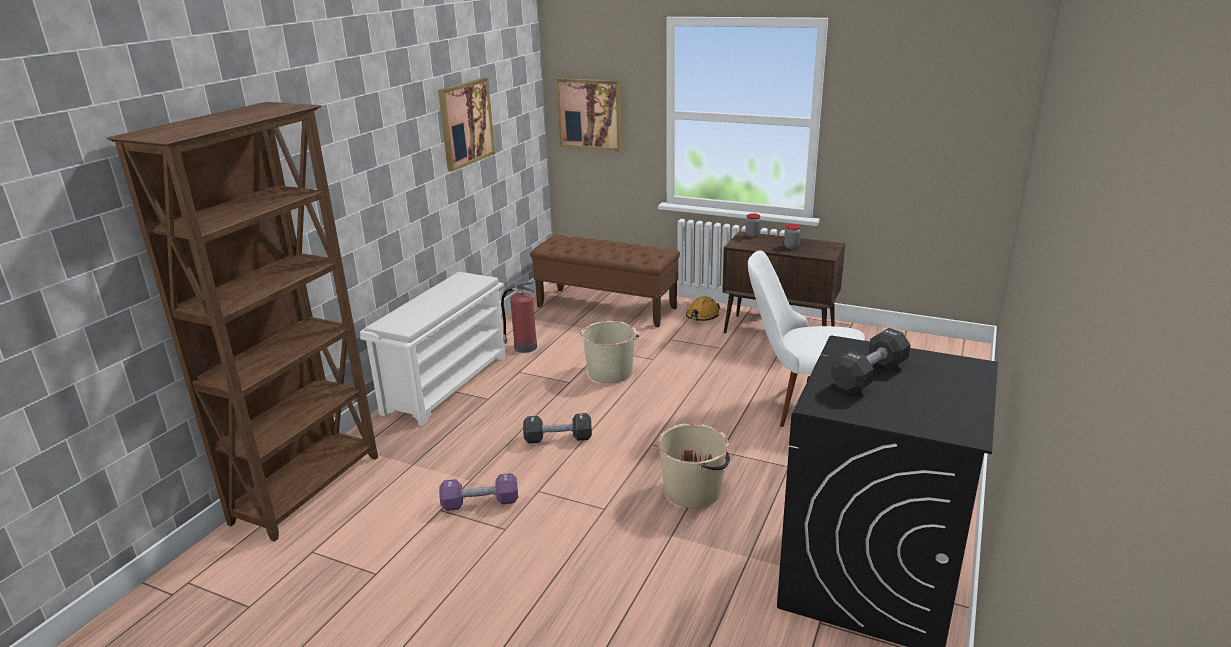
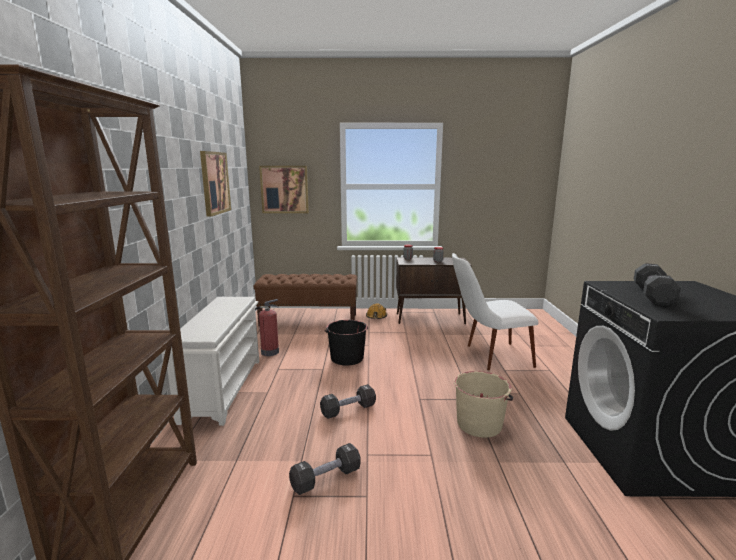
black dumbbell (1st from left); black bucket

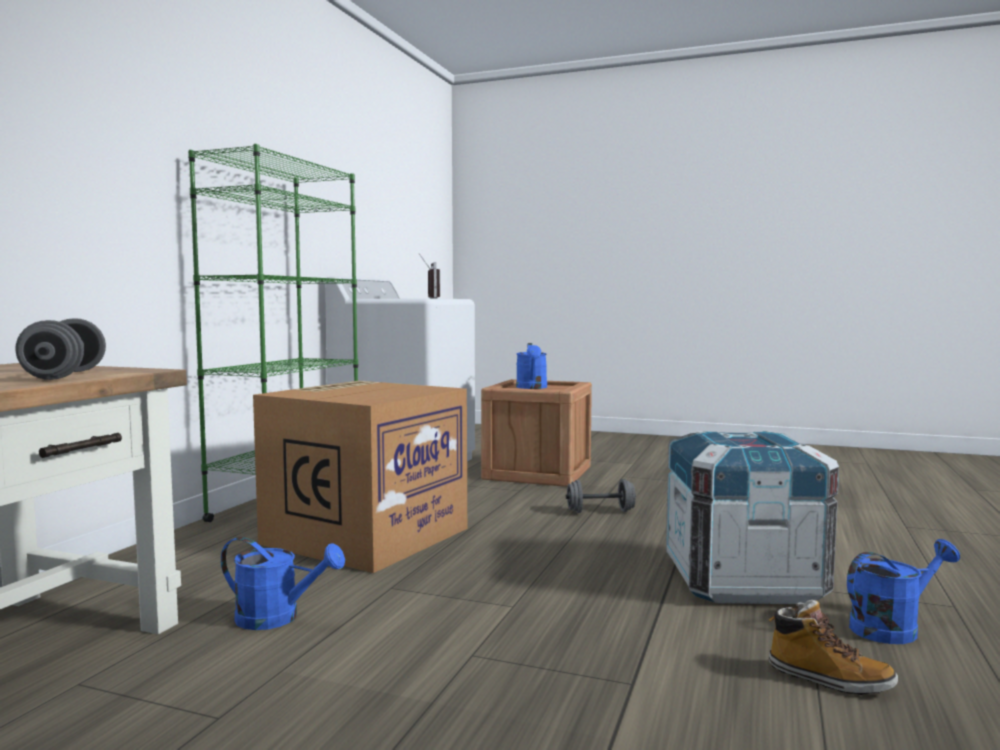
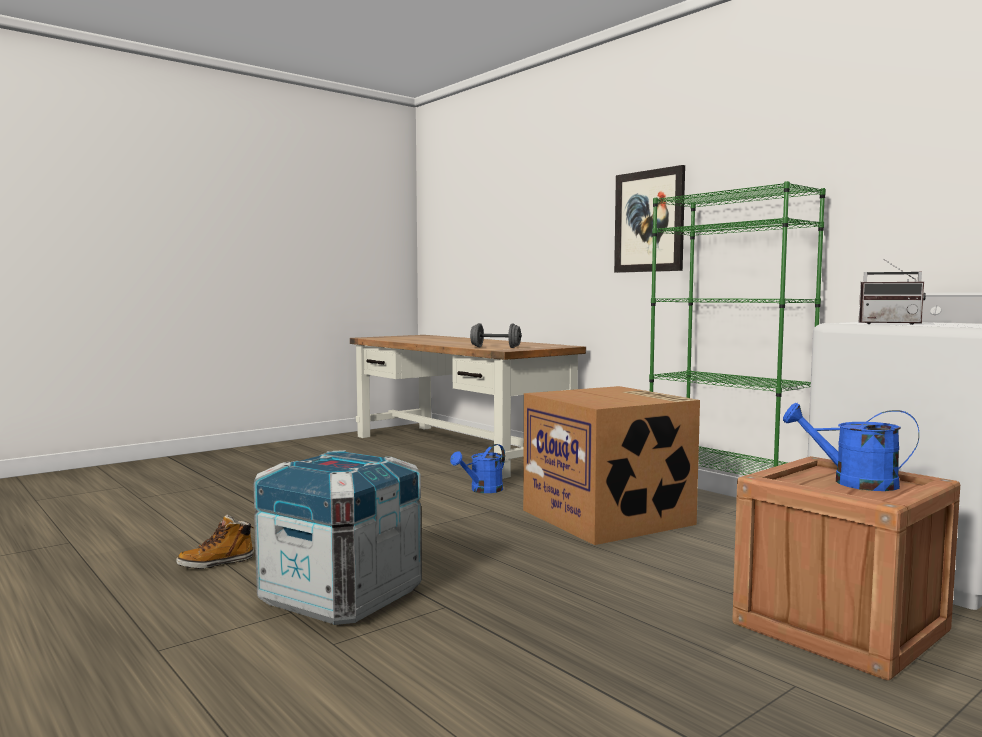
grey dumbbell (2nd from left in the first image); blue watering can (3rd from left in the first image); picture

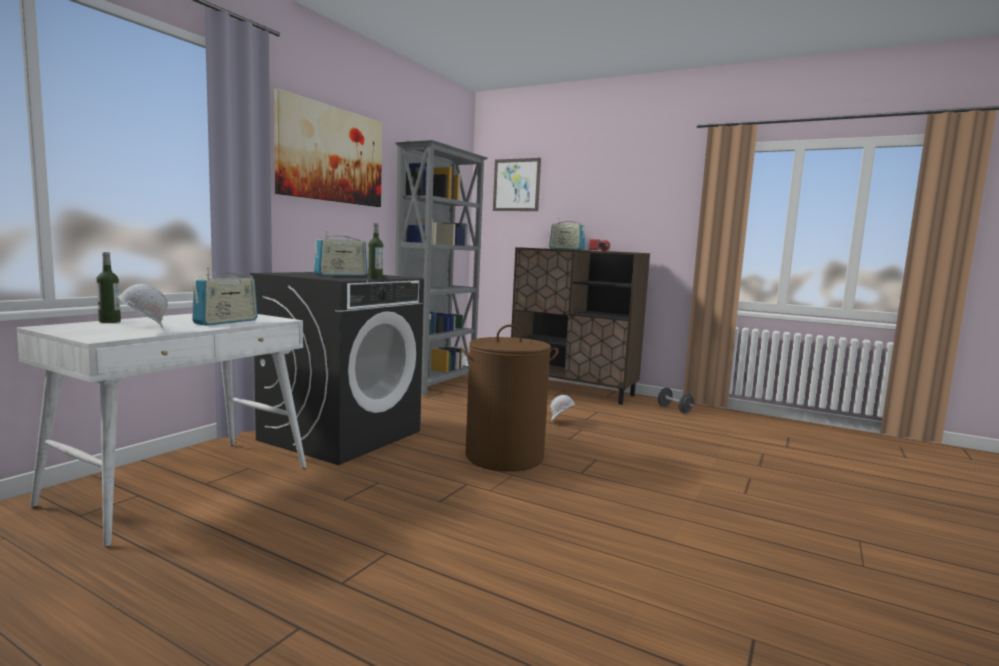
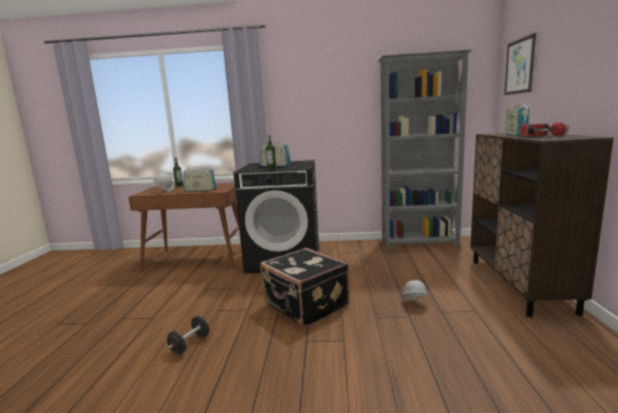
brown desk; picture (1st from left in the first image); black suitcase; black dumbbell

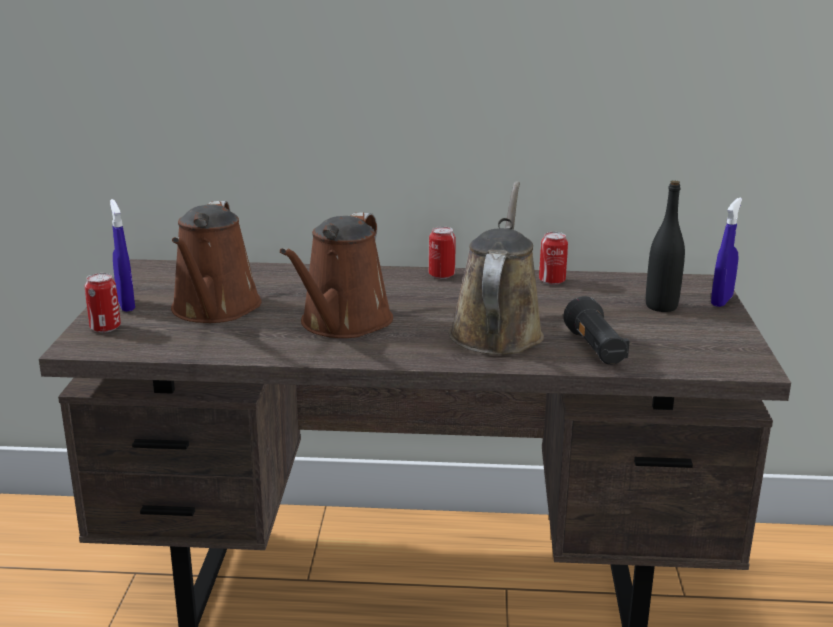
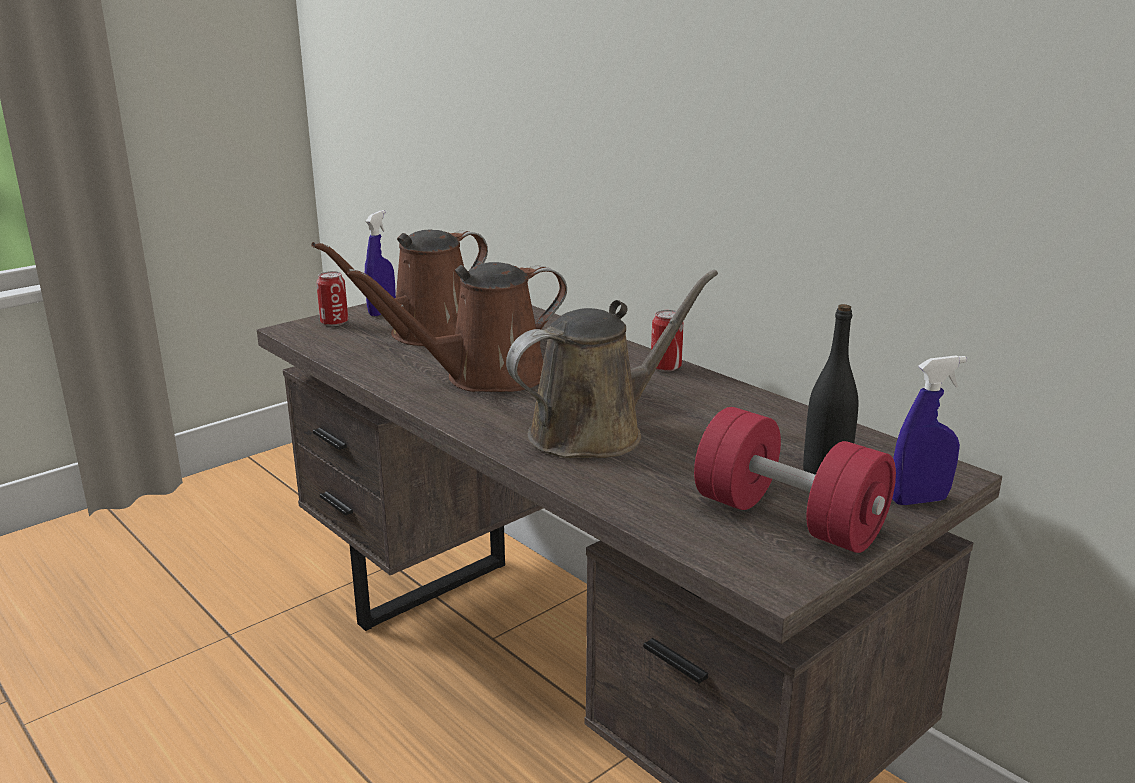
can (3rd from left in the first image); black flashlight; red dumbbell

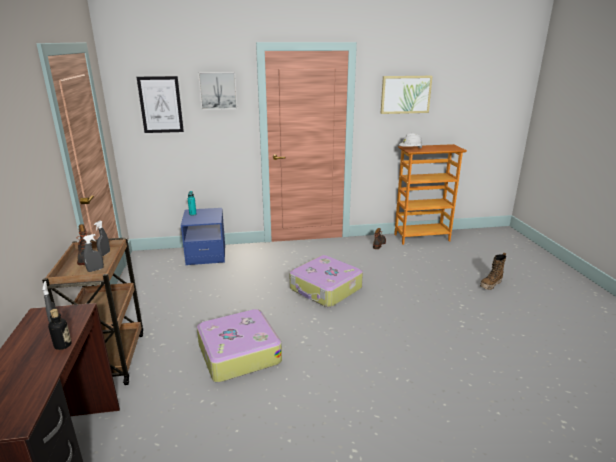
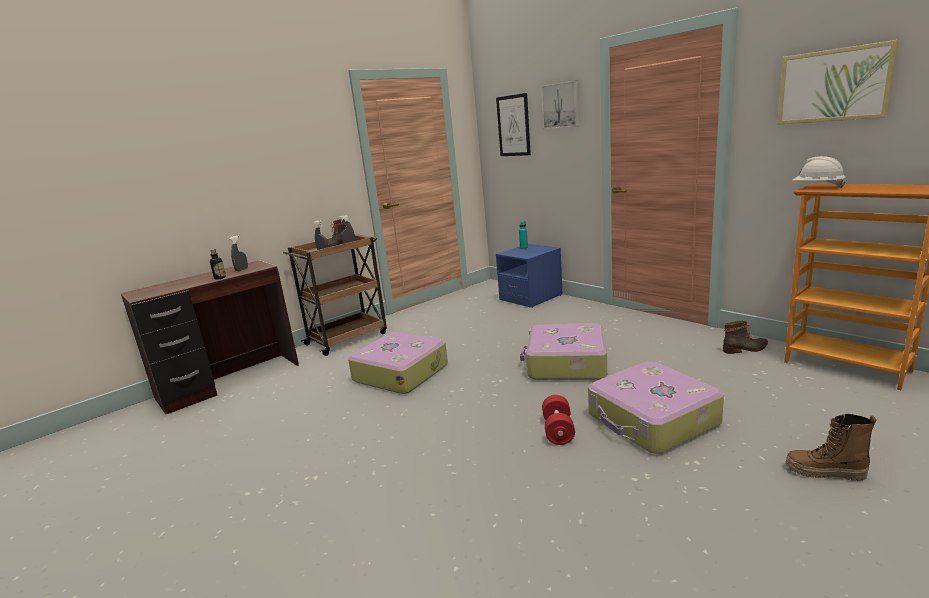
red dumbbell; suitcase (3rd from left)

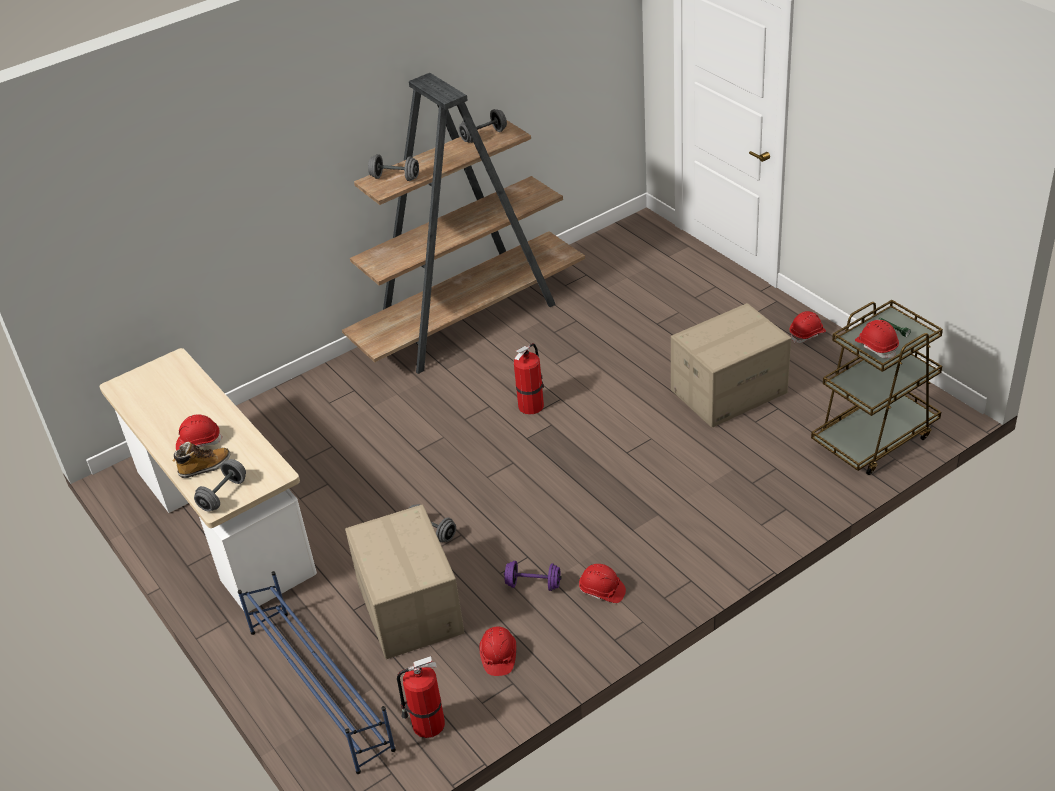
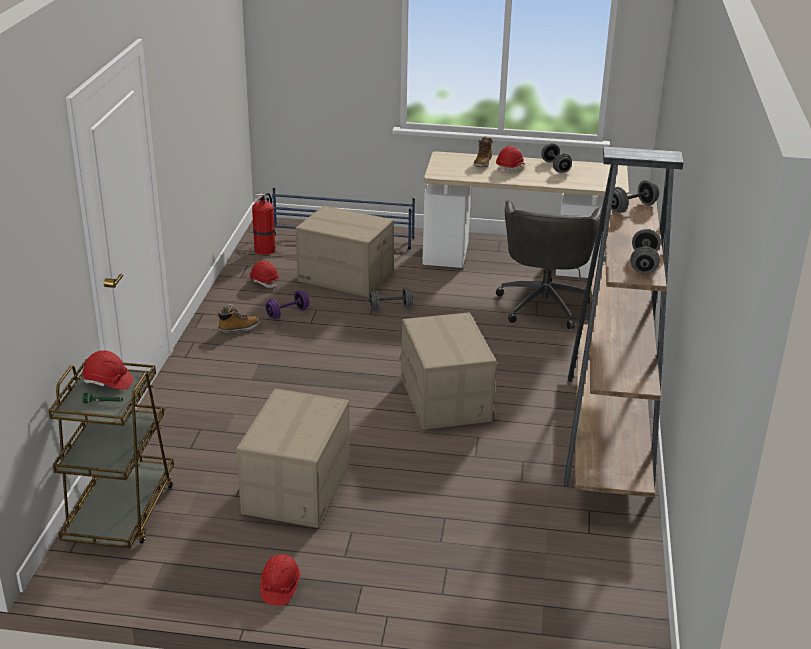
grey dumbbell (2nd from left); cardboard box (3rd from left); boot (1st from left); grey office chair

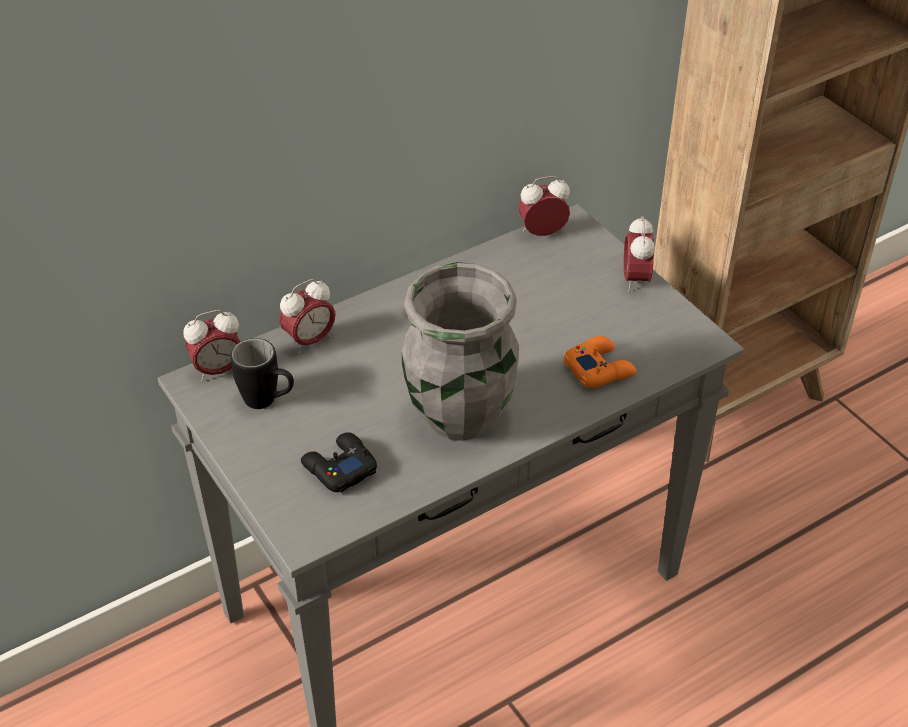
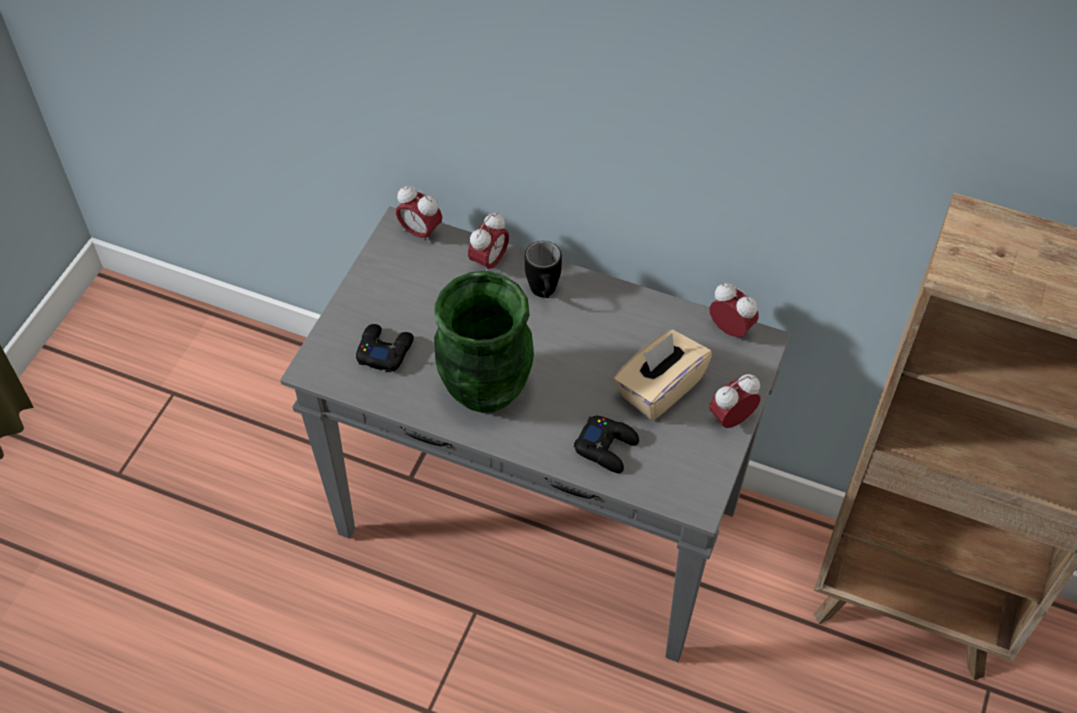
black mug; alarm clock (2nd from left); green vase; black game controller (2nd from left); beige tissue box

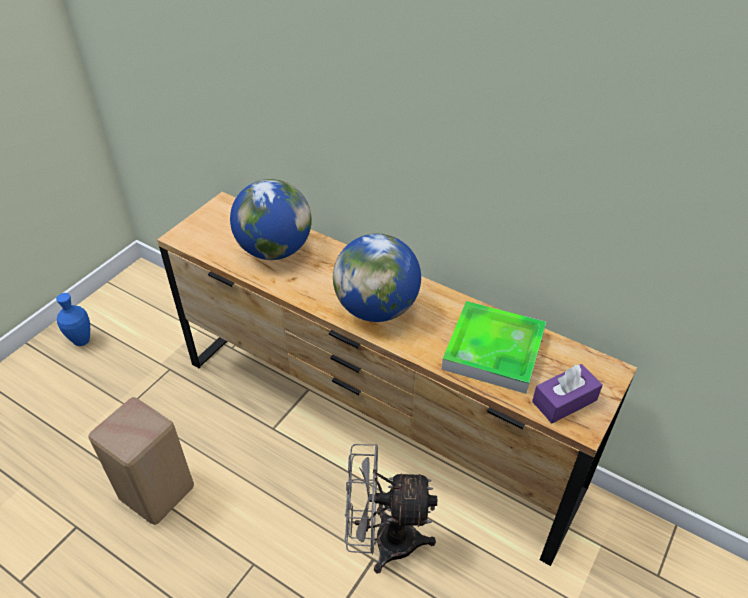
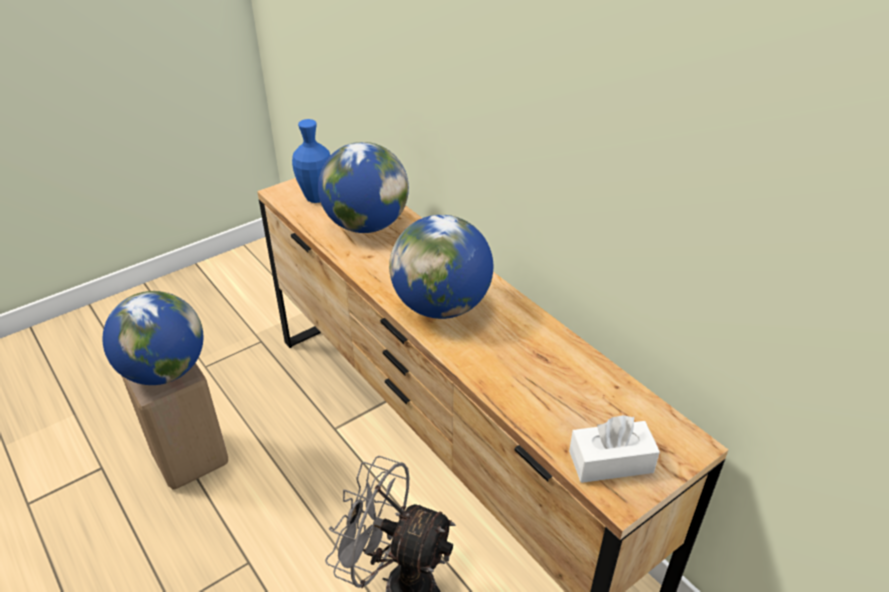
blue vase; tray; white tissue box; globe (1st from left)

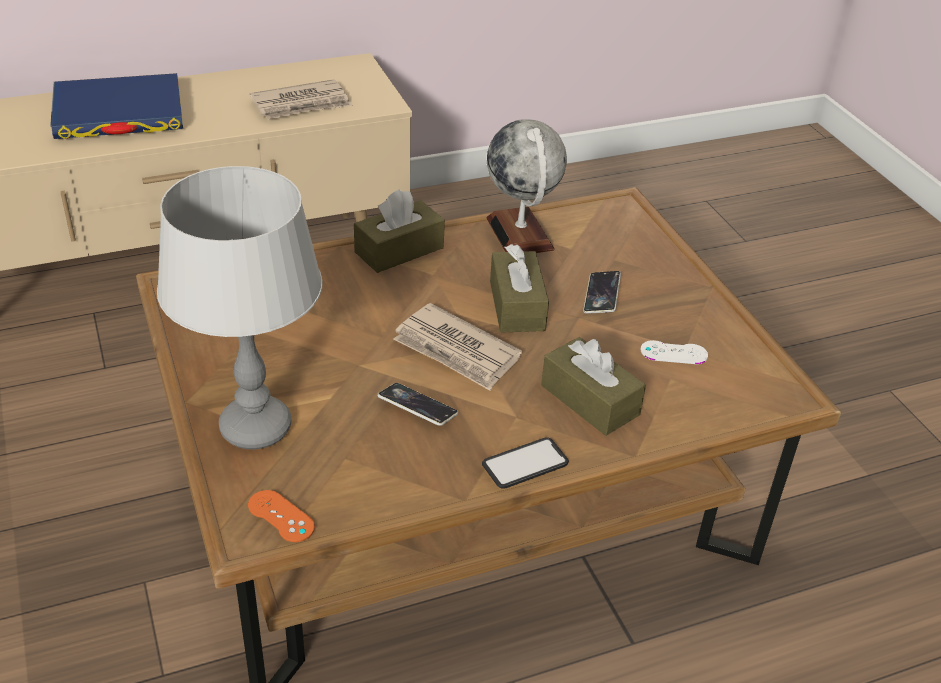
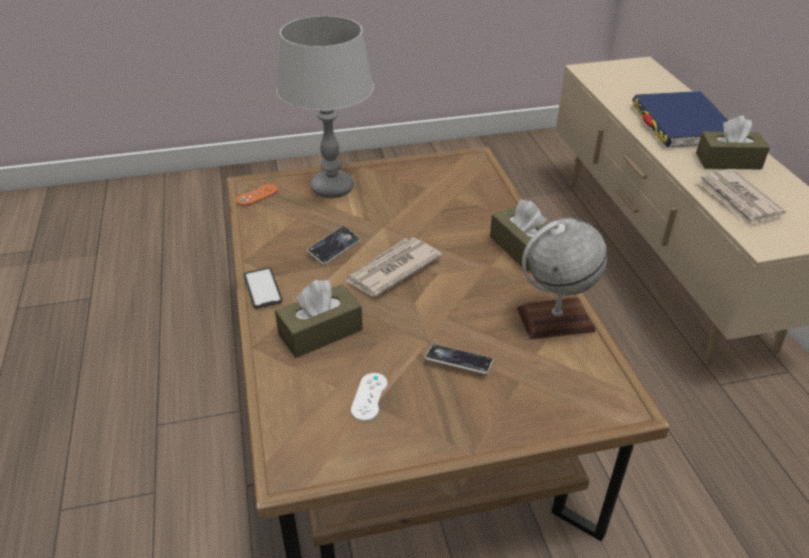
brown tissue box (3rd from left)

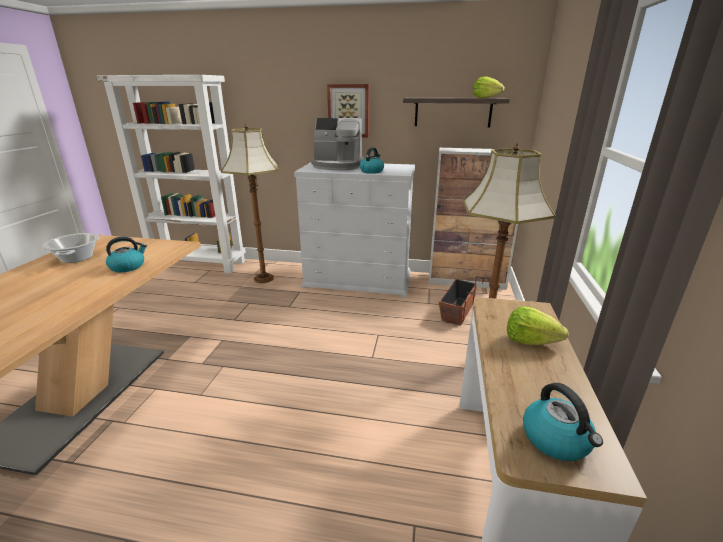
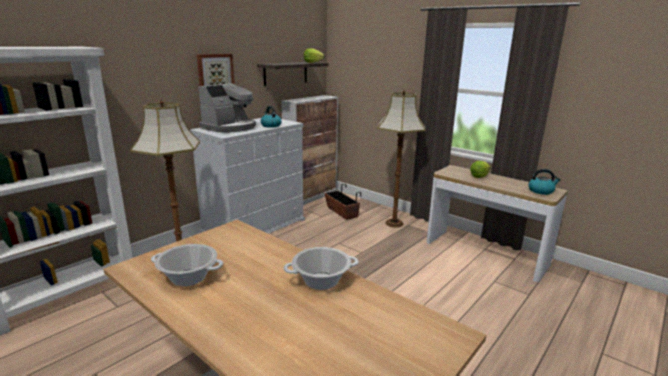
kettle (1st from left in the first image); cooking pot (2nd from left)

